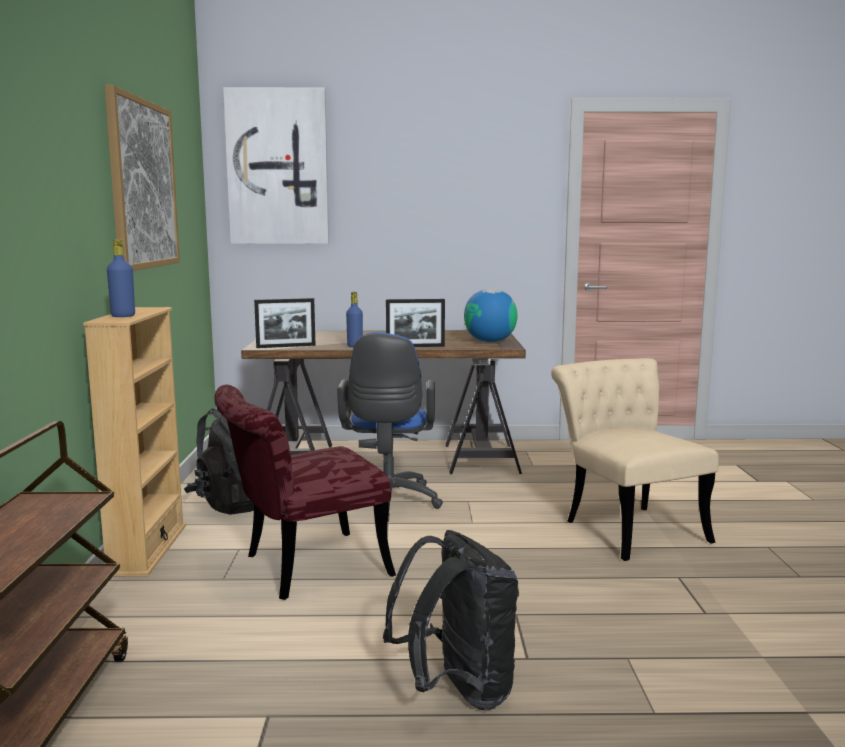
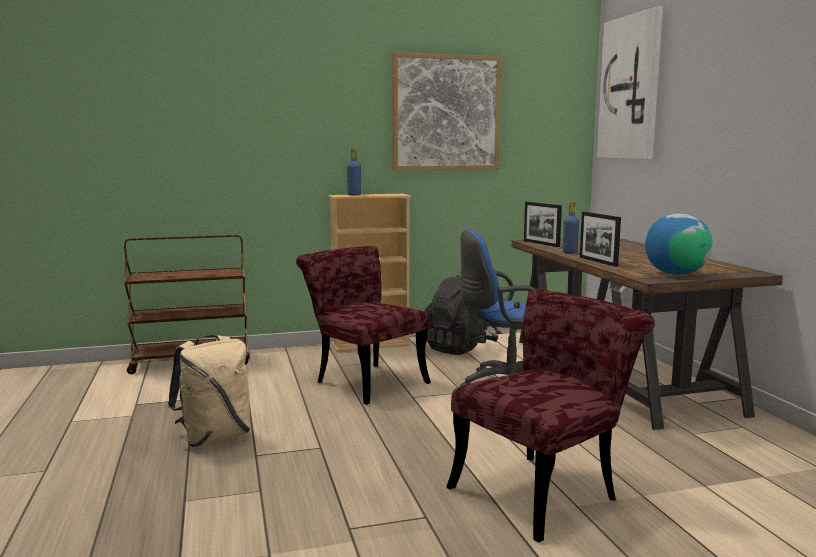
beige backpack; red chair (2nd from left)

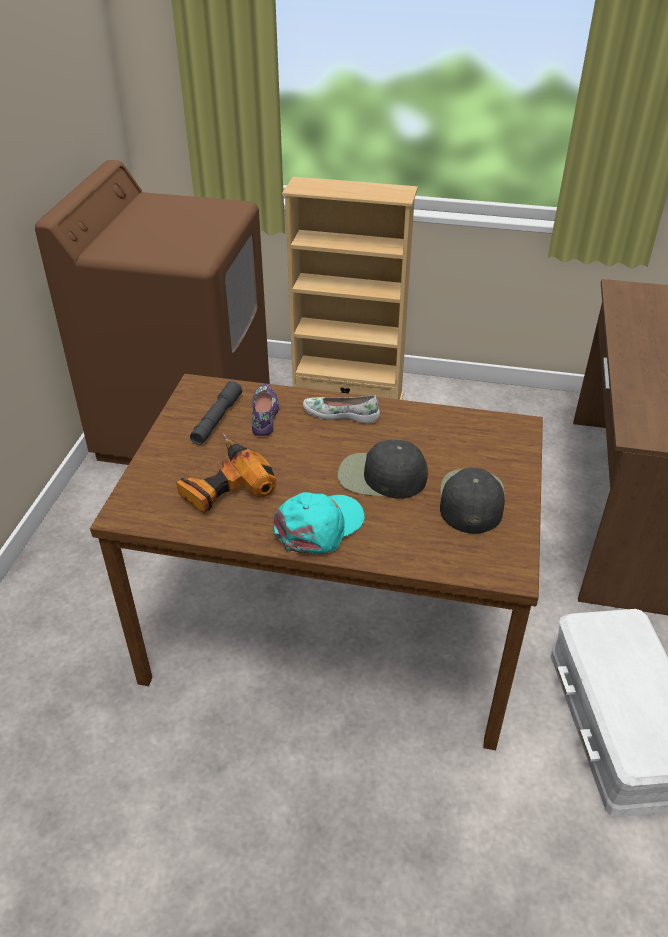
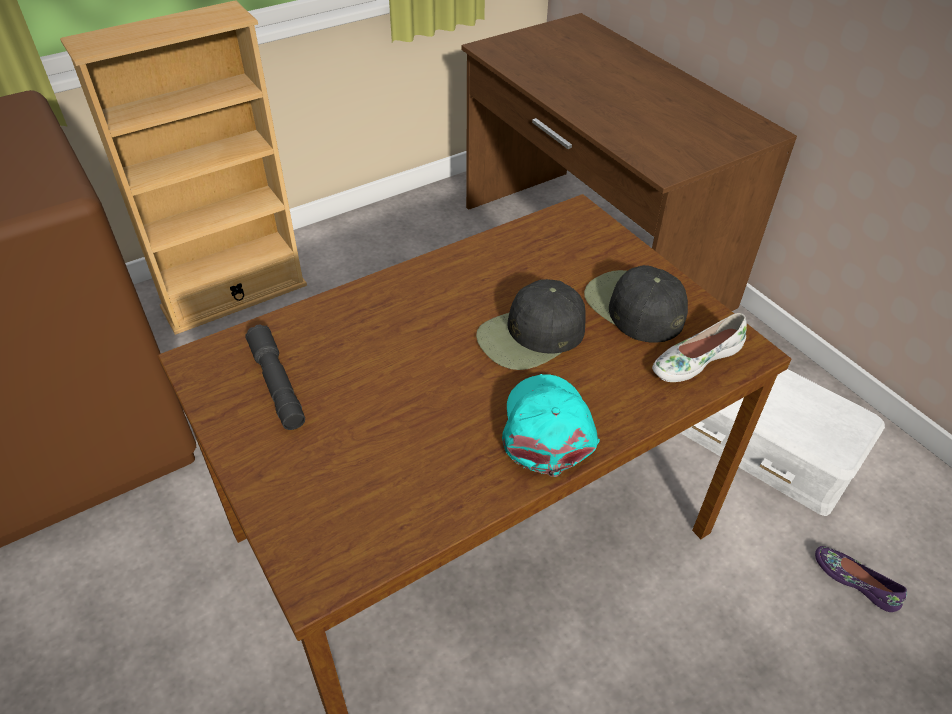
power drill; purple shoe; white shoe

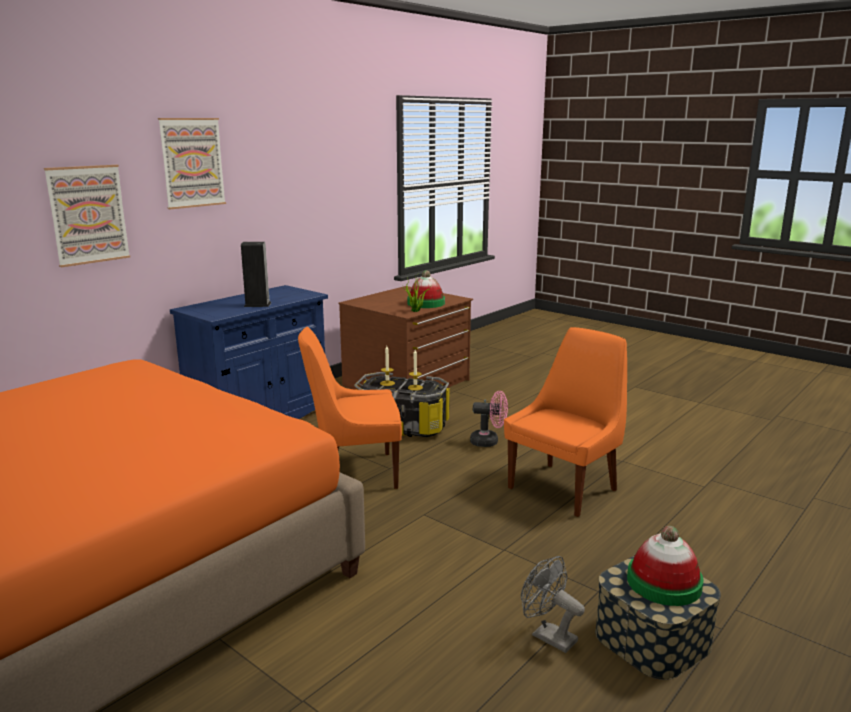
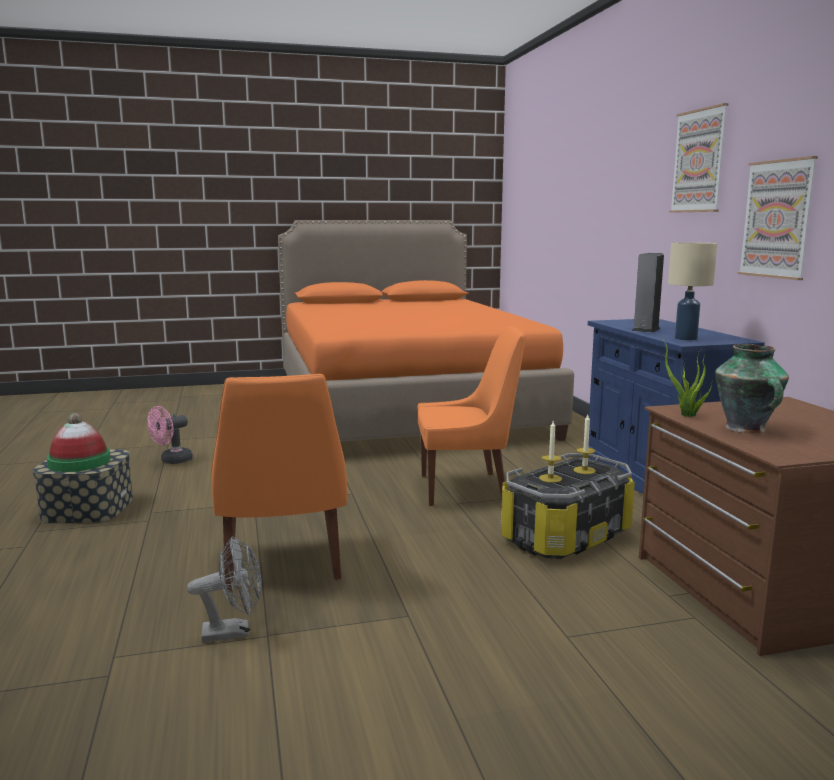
picture (2nd from left); orange chair (2nd from left); vase; pink fan; grey fan; beige table lamp

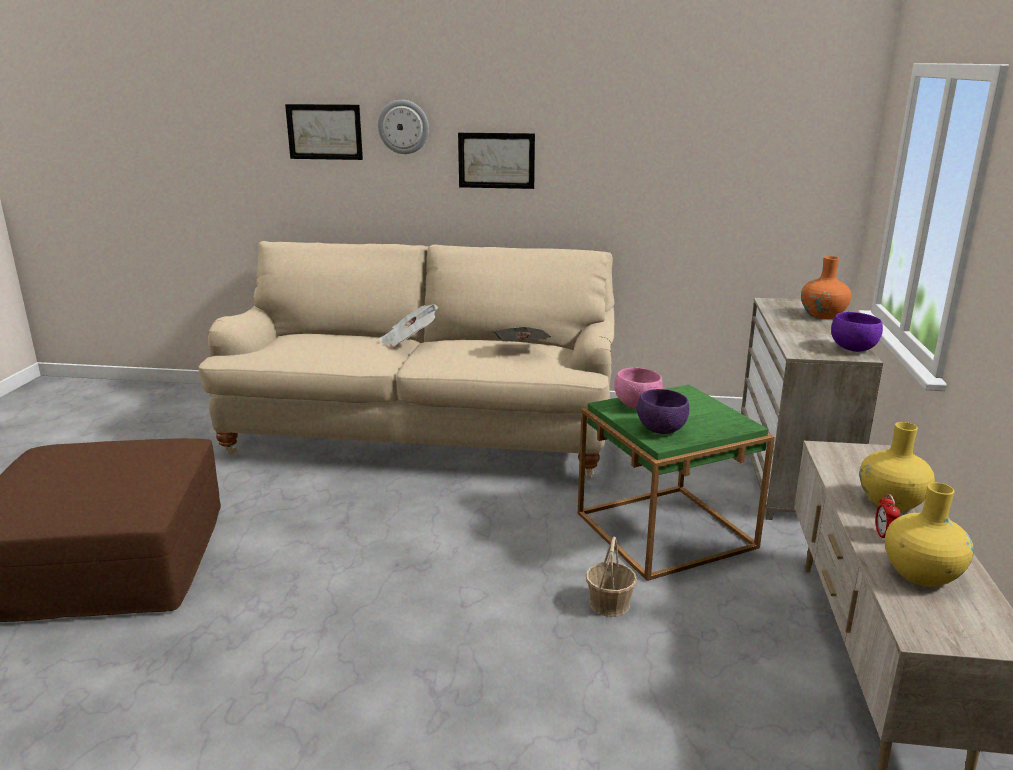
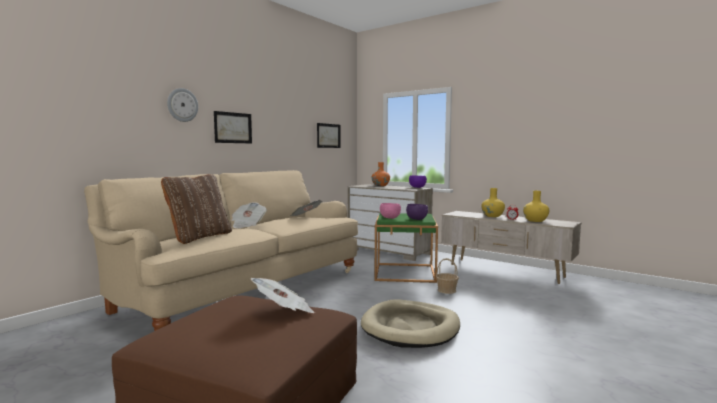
picture (2nd from left); brown pillow; newspaper (2nd from left); beige dog bed

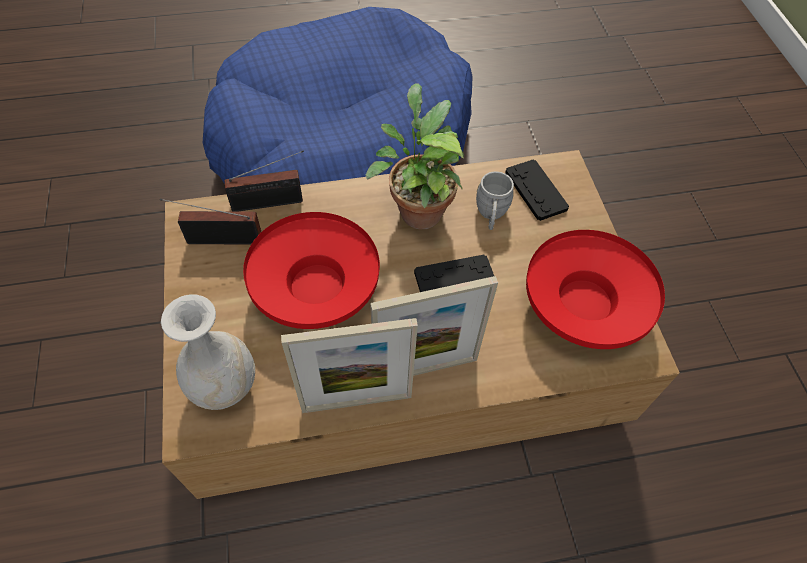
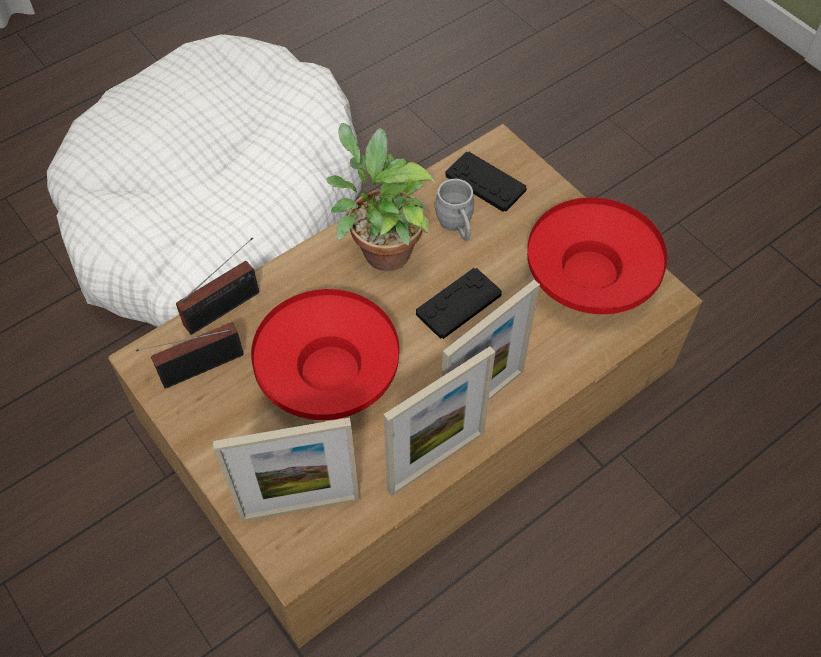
picture frame (1st from left); white dog bed

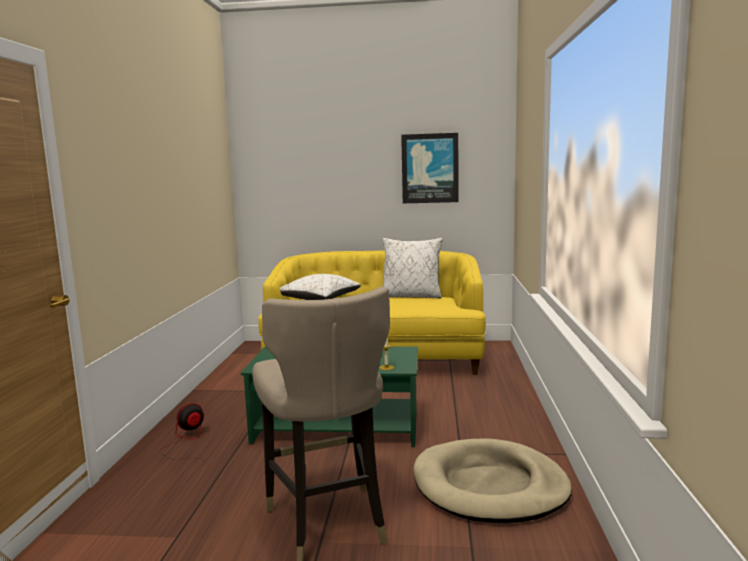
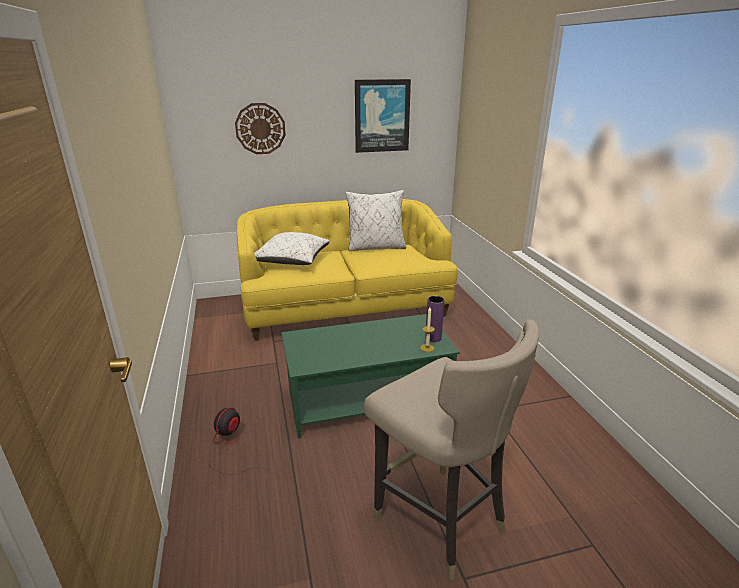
beige dog bed; wall clock; purple vase

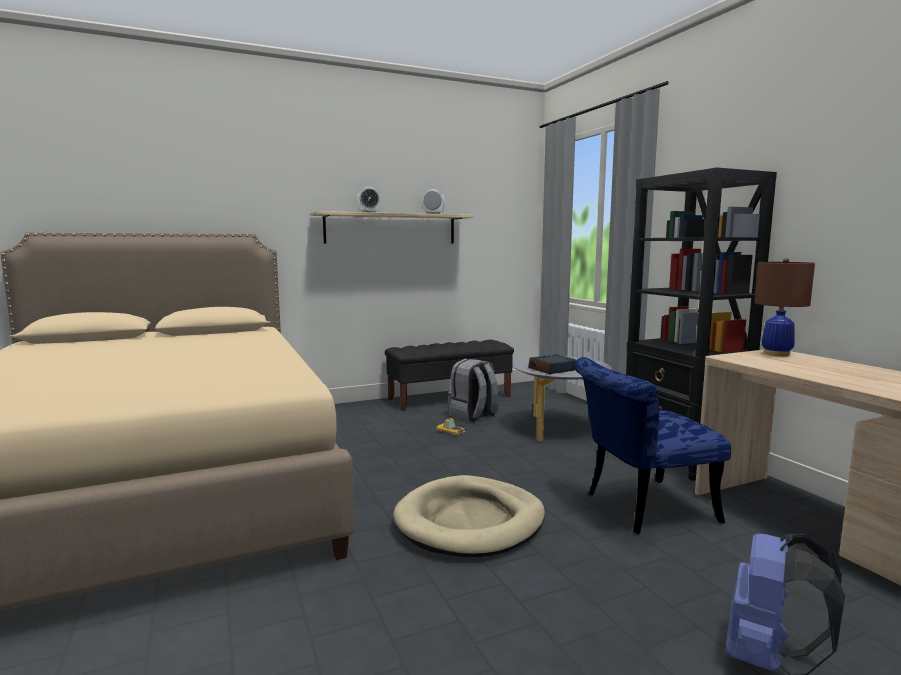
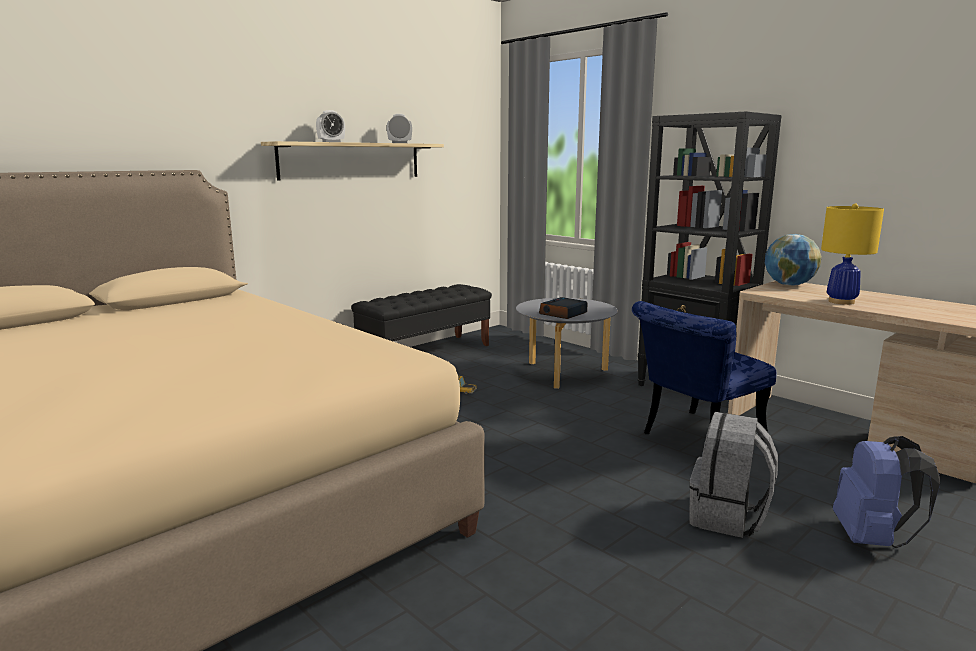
beige dog bed; grey backpack; globe; yellow table lamp

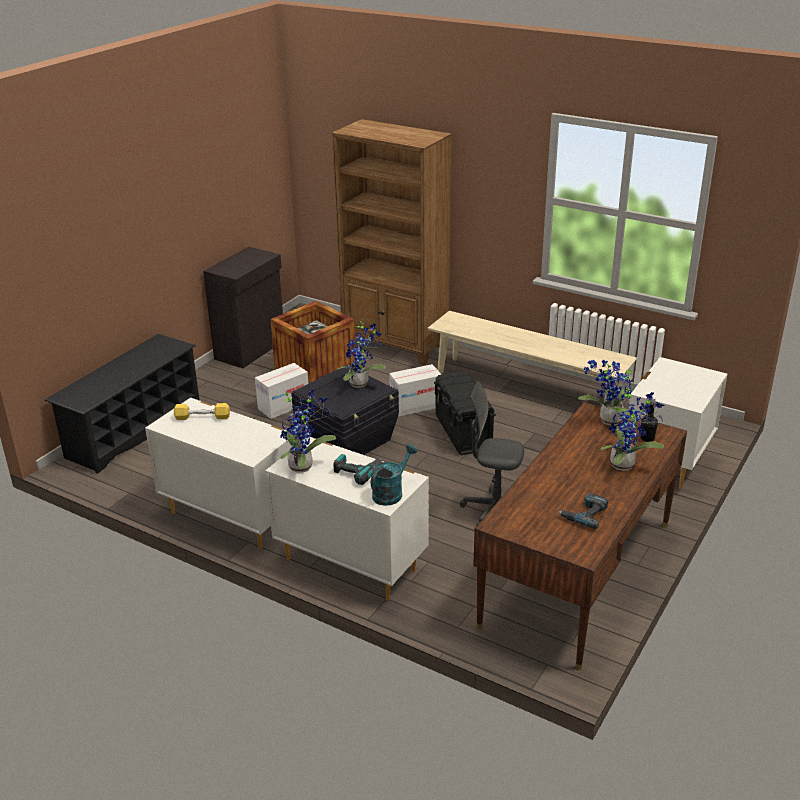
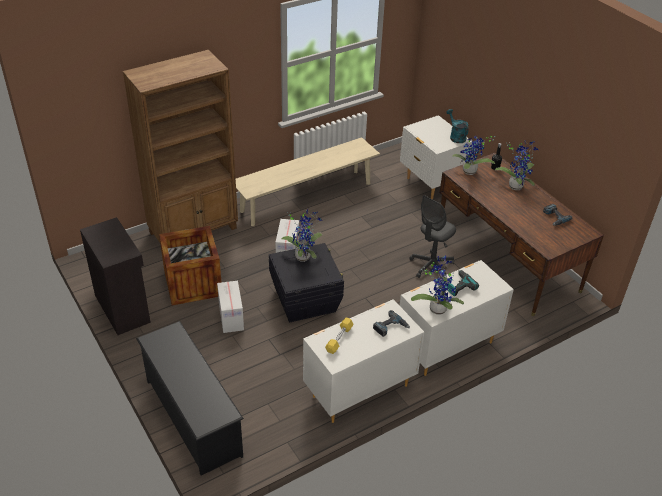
turquoise watering can; black storage box (2nd from left in the first image); power drill (1st from left)

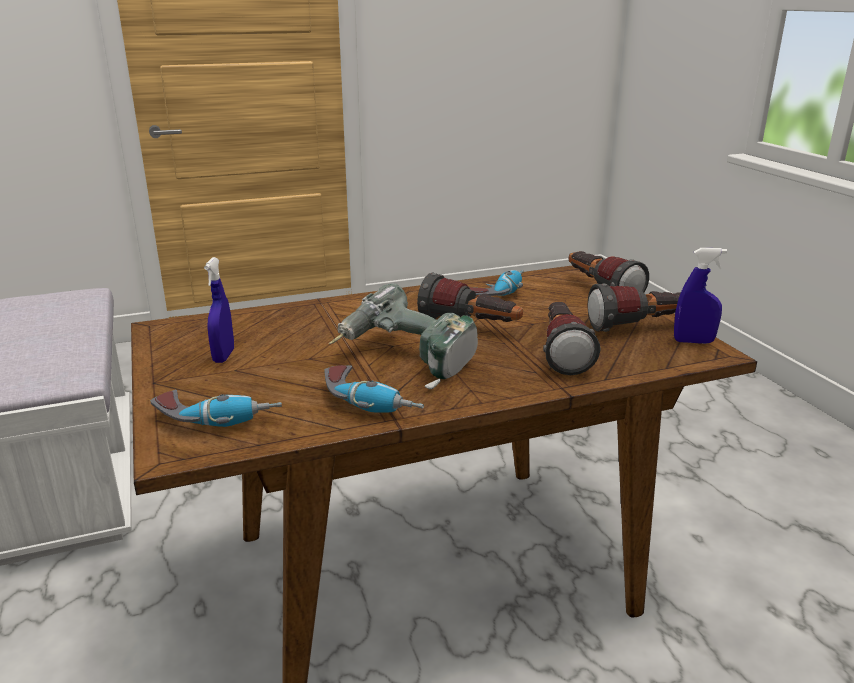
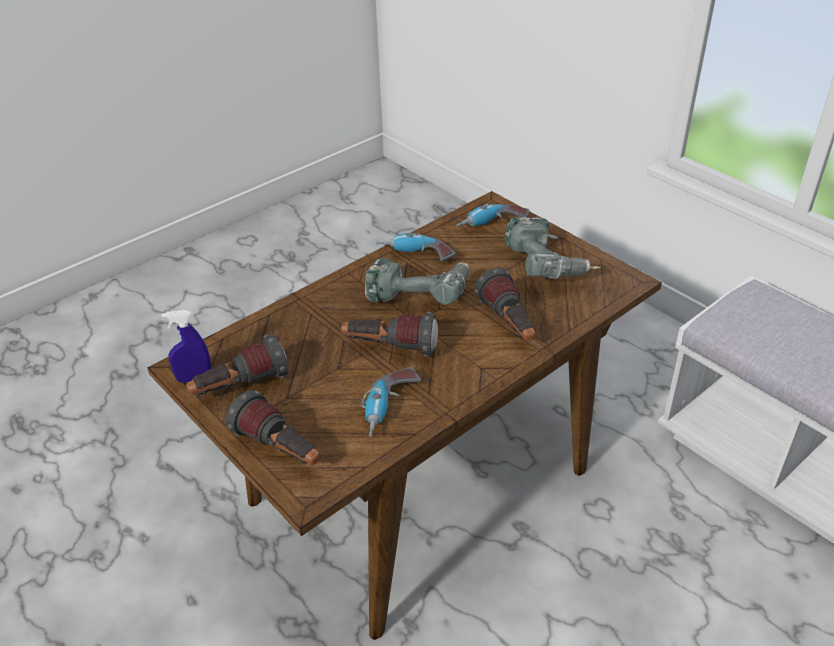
power drill (5th from left); flashlight (4th from left)

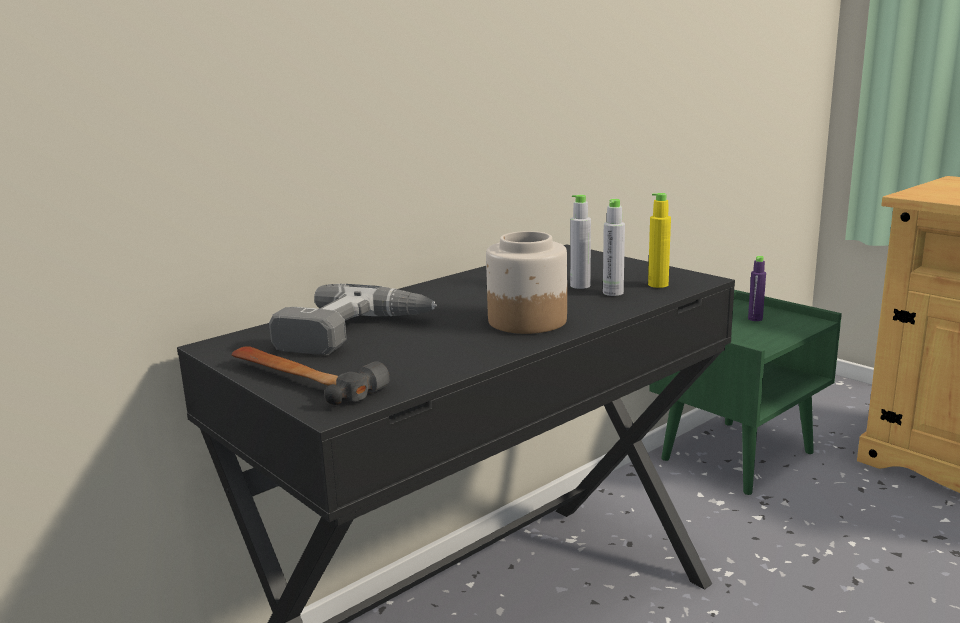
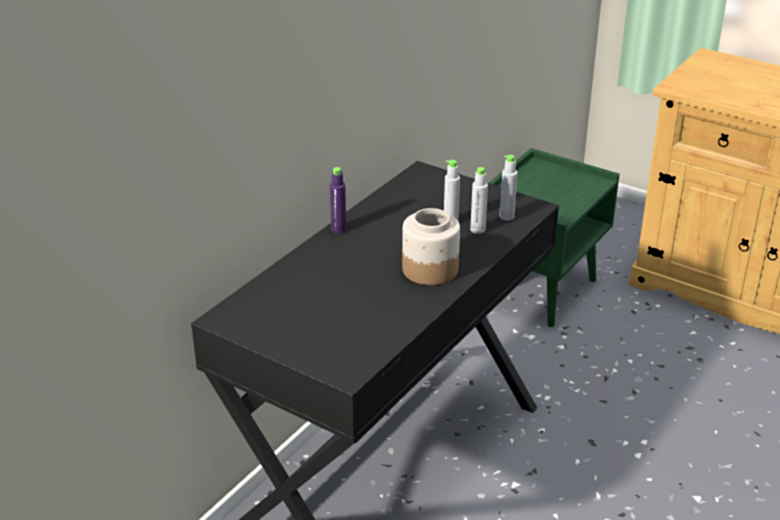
hammer; power drill; grey bottle (3rd from left); purple bottle

